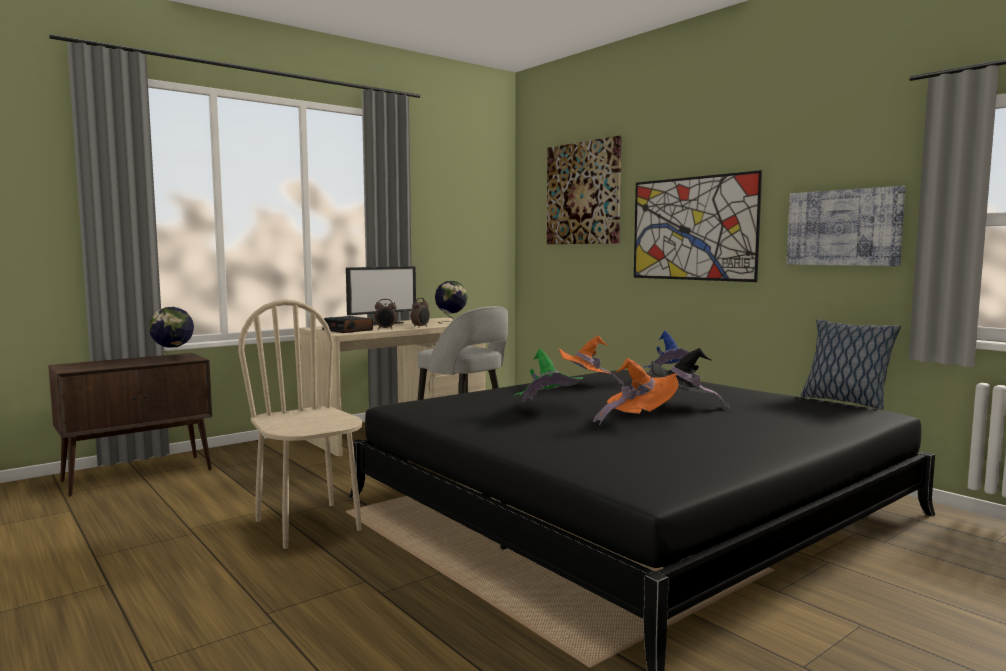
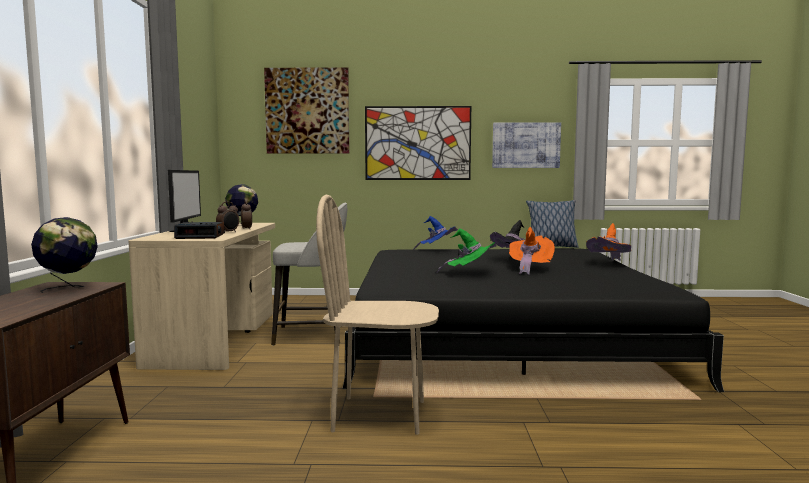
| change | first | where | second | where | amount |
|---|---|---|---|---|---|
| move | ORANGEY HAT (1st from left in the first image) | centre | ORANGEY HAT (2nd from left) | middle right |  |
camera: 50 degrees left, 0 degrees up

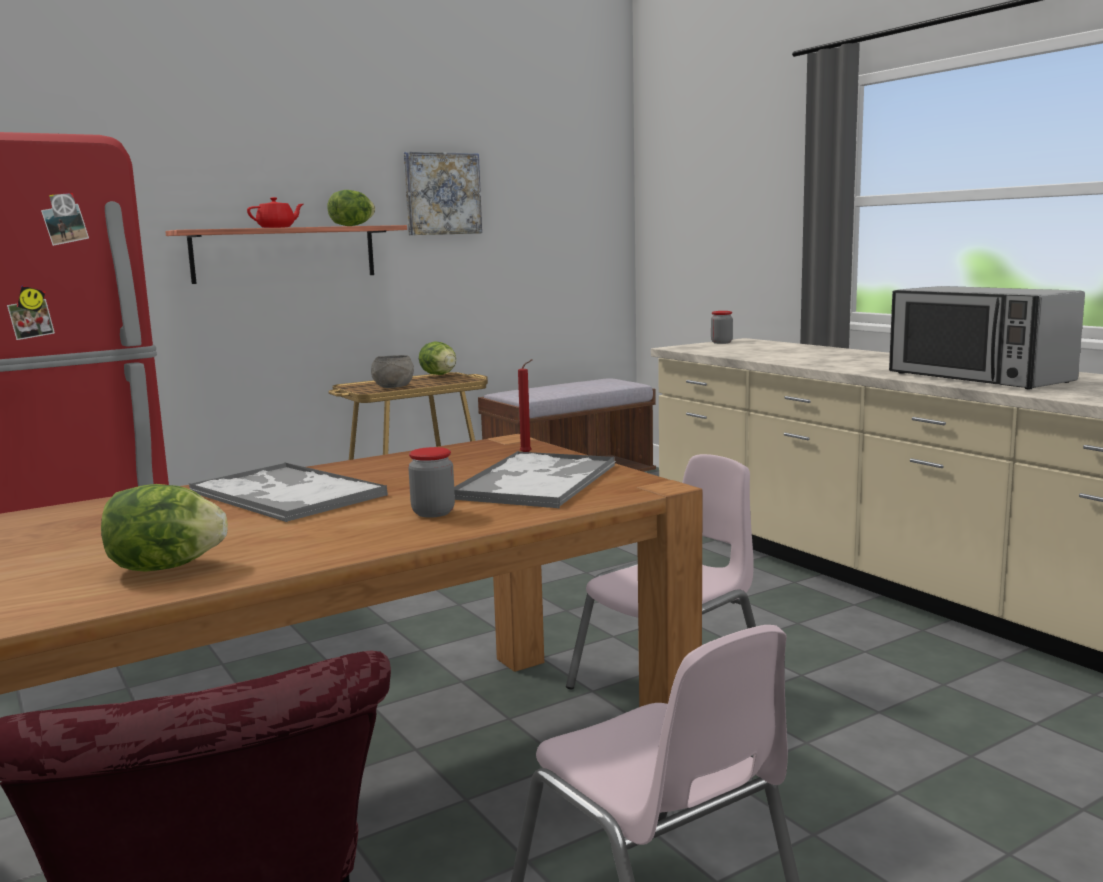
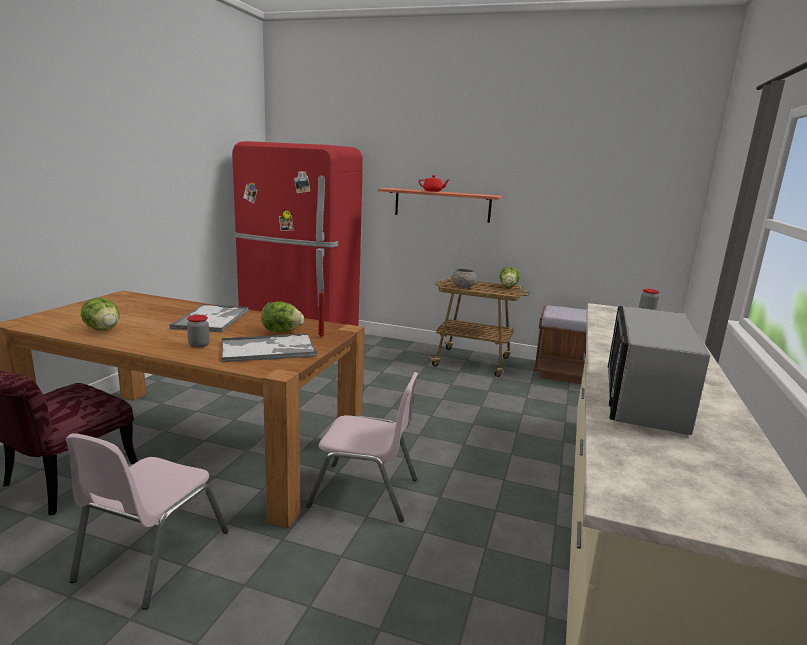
| change | first | where | second | where | amount |
|---|---|---|---|---|---|
| delete | WALL ART | top centre |  |  |  |
| move | LETTUCE (2nd from left) | top left |  | centre |  |
camera: 50 degrees right, 5 degrees up

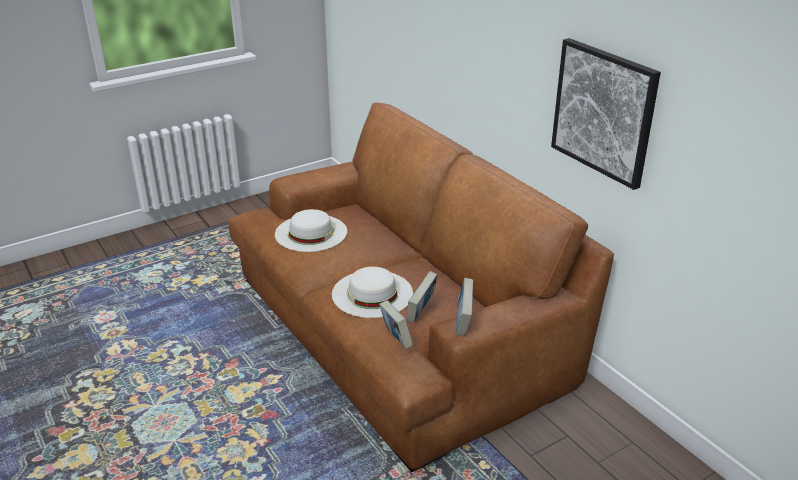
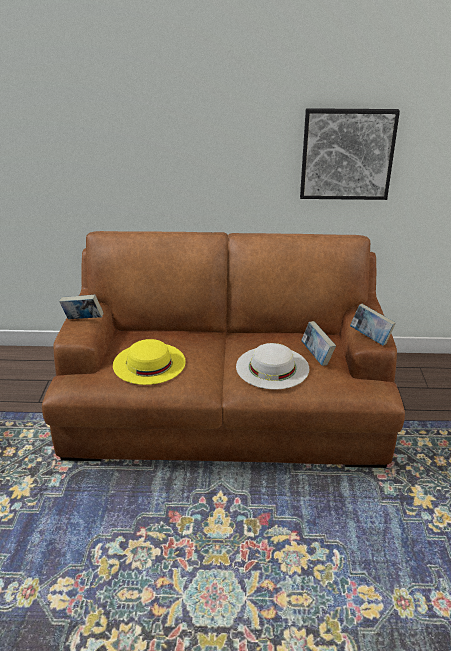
| change | first | where | second | where | amount |
|---|---|---|---|---|---|
| recolor | WHITISH HAT (1st from left) | centre | YELLOW-COLOURED HAT | middle left |  |
| move | BOUND BOOK (1st from left) | bottom centre |  | middle left |  |
camera: 55 degrees left, 0 degrees up

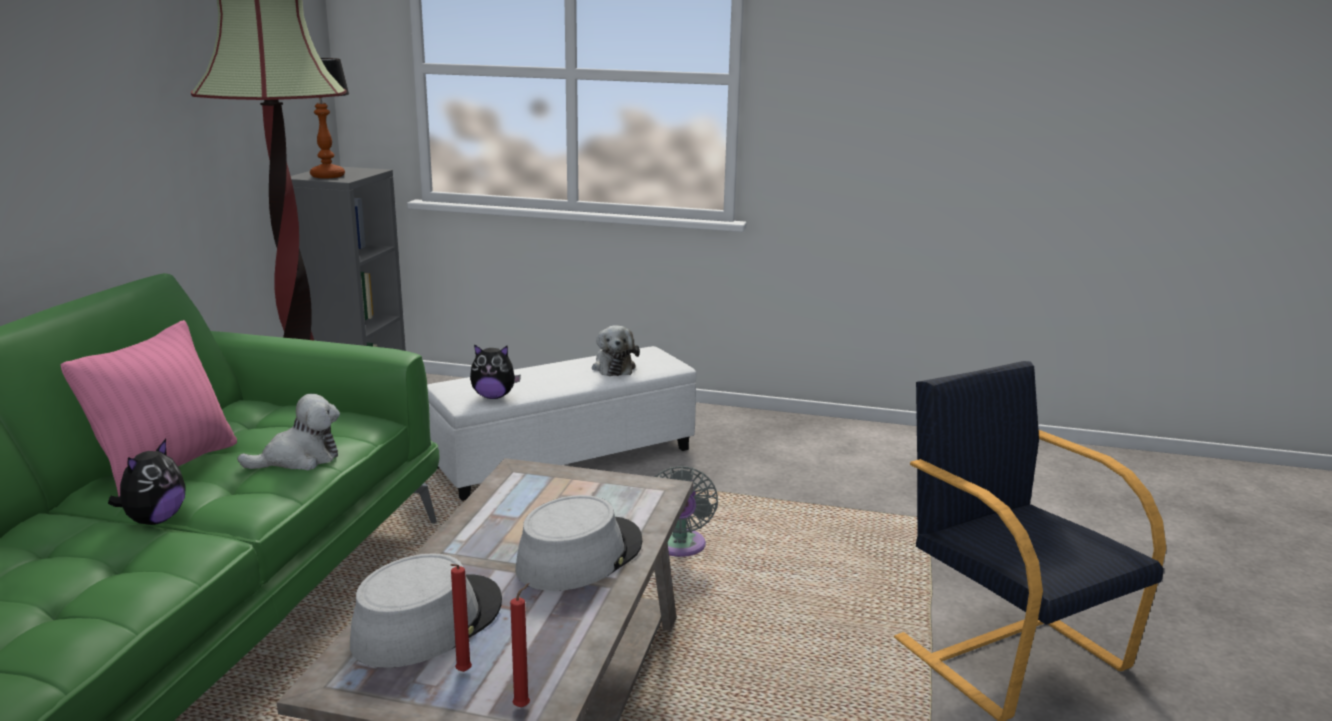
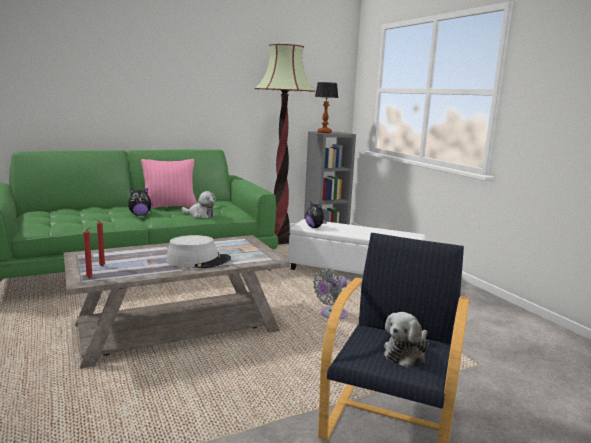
| change | first | where | second | where | amount |
|---|---|---|---|---|---|
| move | PLUSH TOY (4th from left) | centre |  | bottom right |  |
| delete | GREYISH HAT (1st from left) | bottom left |  |  |  |
camera: 50 degrees right, 5 degrees down

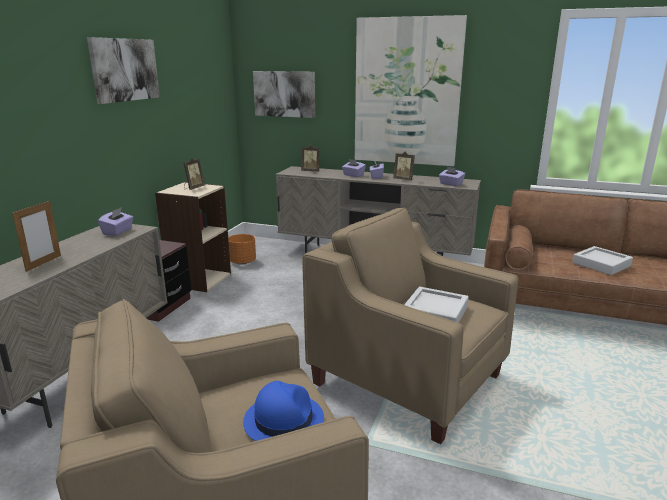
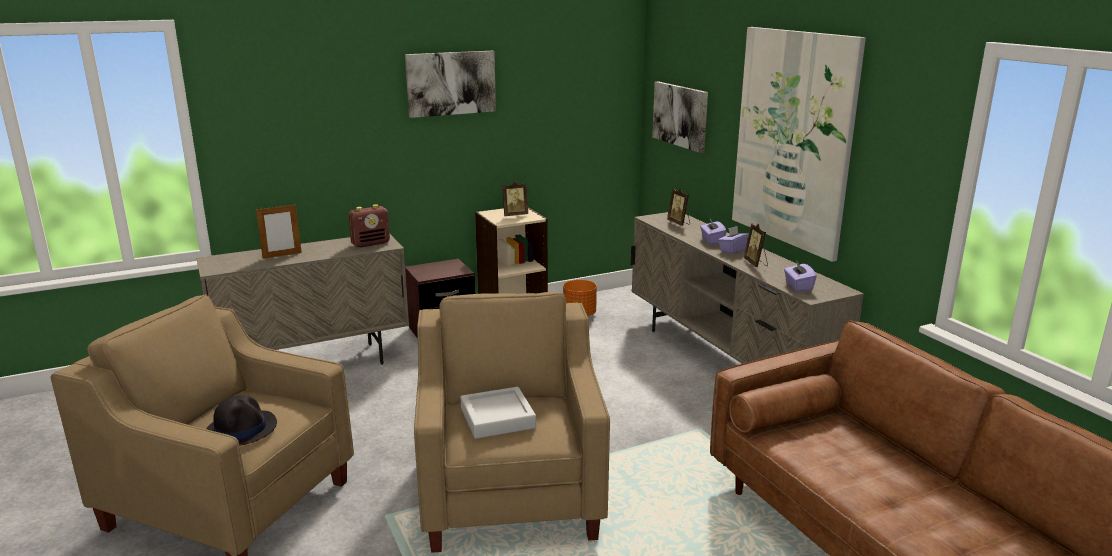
| change | first | where | second | where | amount |
|---|---|---|---|---|---|
| replace | PURPLISH TISSUE BOX (1st from left) | middle left | RADIO SET | middle left |  |
| delete | GREYISH TRAY (2nd from left) | middle right |  |  |  |
| recolor | BLUE HAT | bottom centre | BLACK-COLOURED HAT | bottom left |  |
camera: 45 degrees right, 0 degrees up

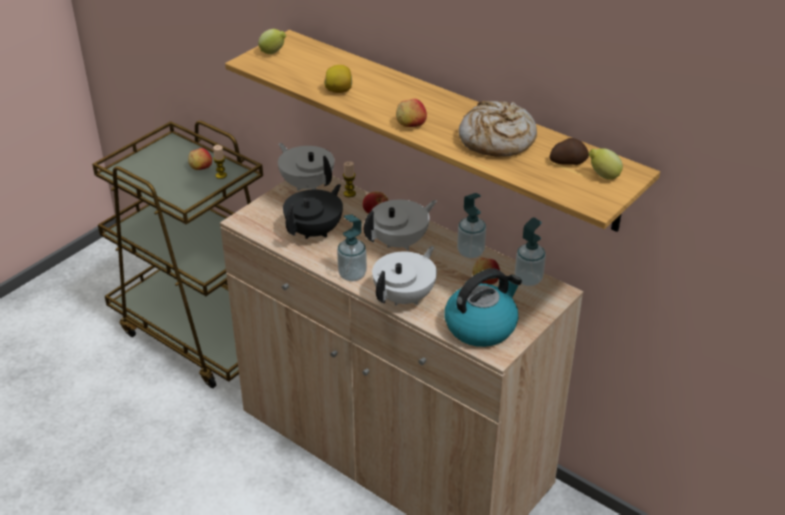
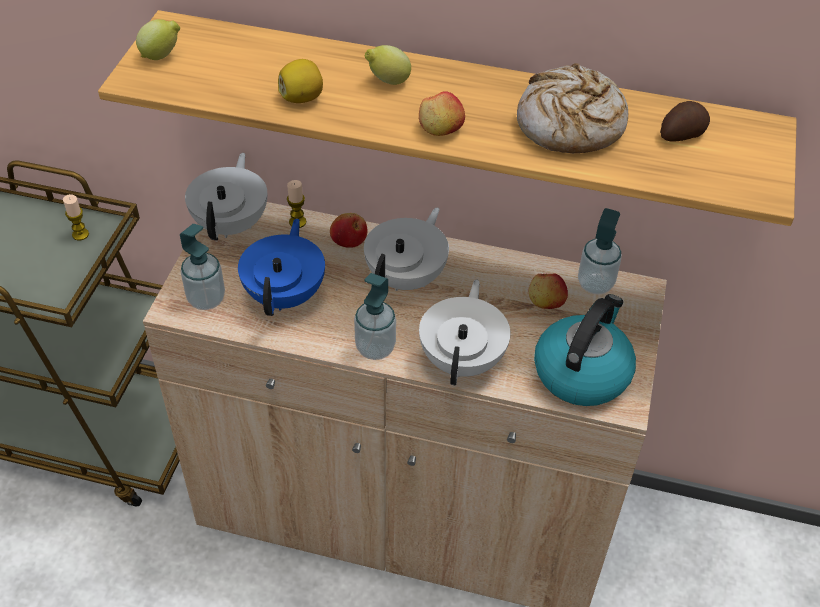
| change | first | where | second | where | amount |
|---|---|---|---|---|---|
| rotate | WHITISH POT FOR TEA (1st from left) | top centre |  | top left | 75 degrees clockwise |
| delete | APPLE FRUIT (1st from left) | top left |  |  |  |
| move | LEMON (3rd from left) | top right |  | top centre |  |
| recolor | BLACK-COLOURED POT FOR TEA | centre | BLUE POT FOR TEA | centre |  |
| move | SOAP BOTTLE (2nd from left in the first image) | centre | SOAP BOTTLE (1st from left) | middle left |  |
camera: 25 degrees left, 10 degrees up

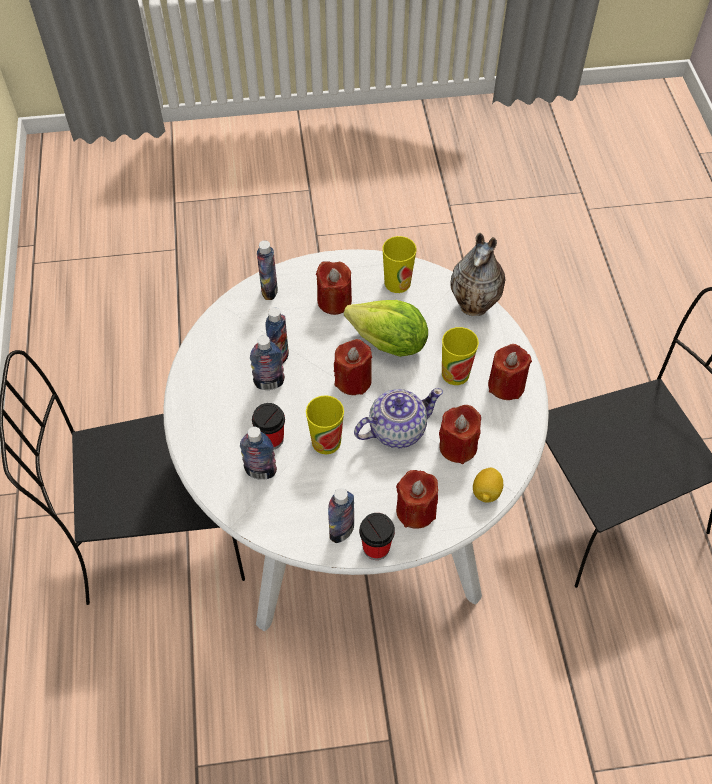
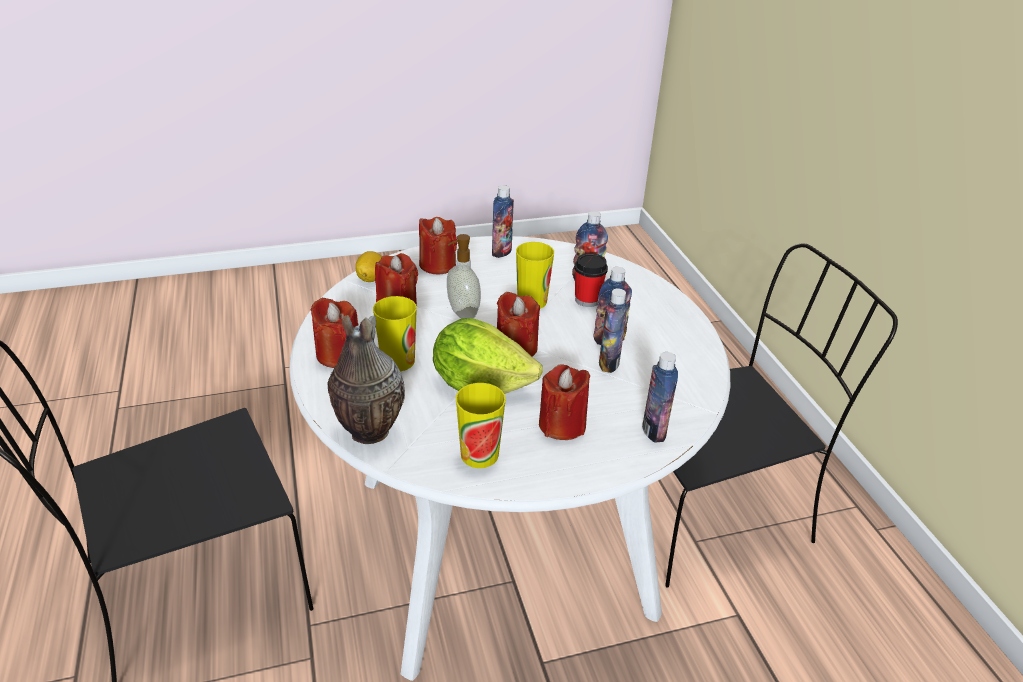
| change | first | where | second | where | amount |
|---|---|---|---|---|---|
| replace | POT FOR TEA | centre | SOAP BOTTLE | centre |  |
| delete | DRINKING CUP (3rd from left) | bottom centre |  |  |  |
camera: 170 degrees right, 20 degrees down

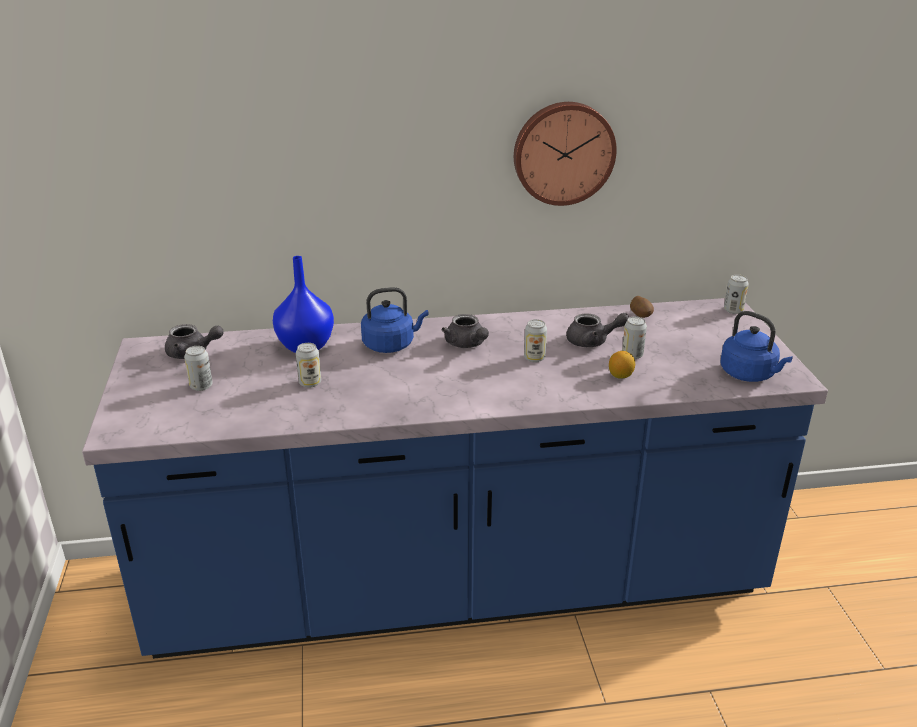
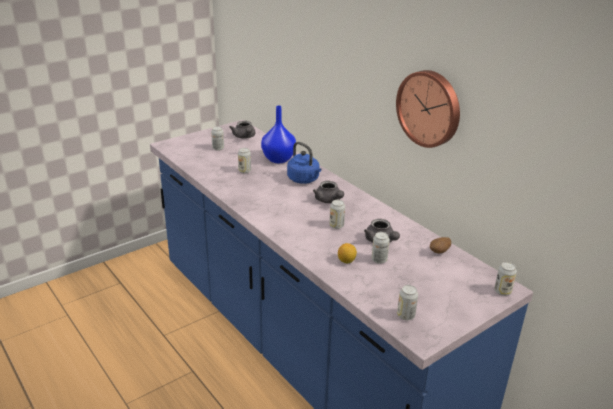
| change | first | where | second | where | amount |
|---|---|---|---|---|---|
| replace | BLUE WATER KETTLE (2nd from left) | middle right | SEALED CAN (5th from left) | bottom centre |  |
| rotate | GREYISH POT FOR TEA (2nd from left) | centre |  | centre | 60 degrees counterclockwise |
camera: 60 degrees right, 0 degrees up

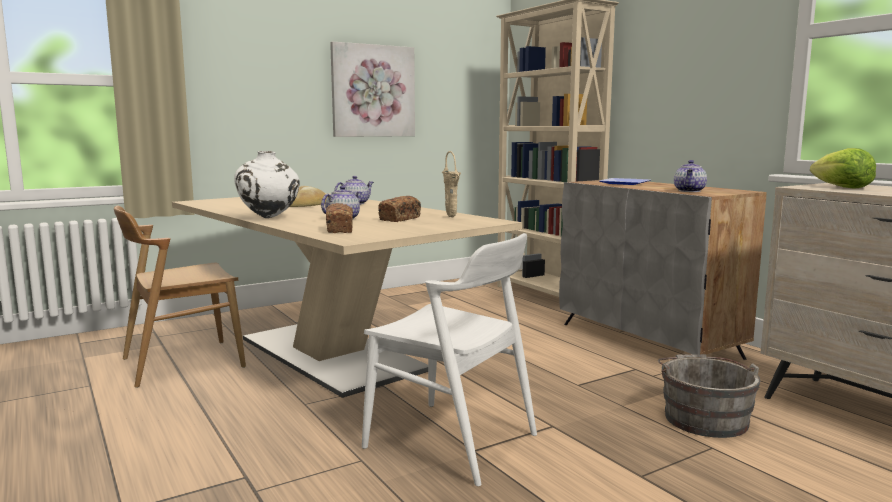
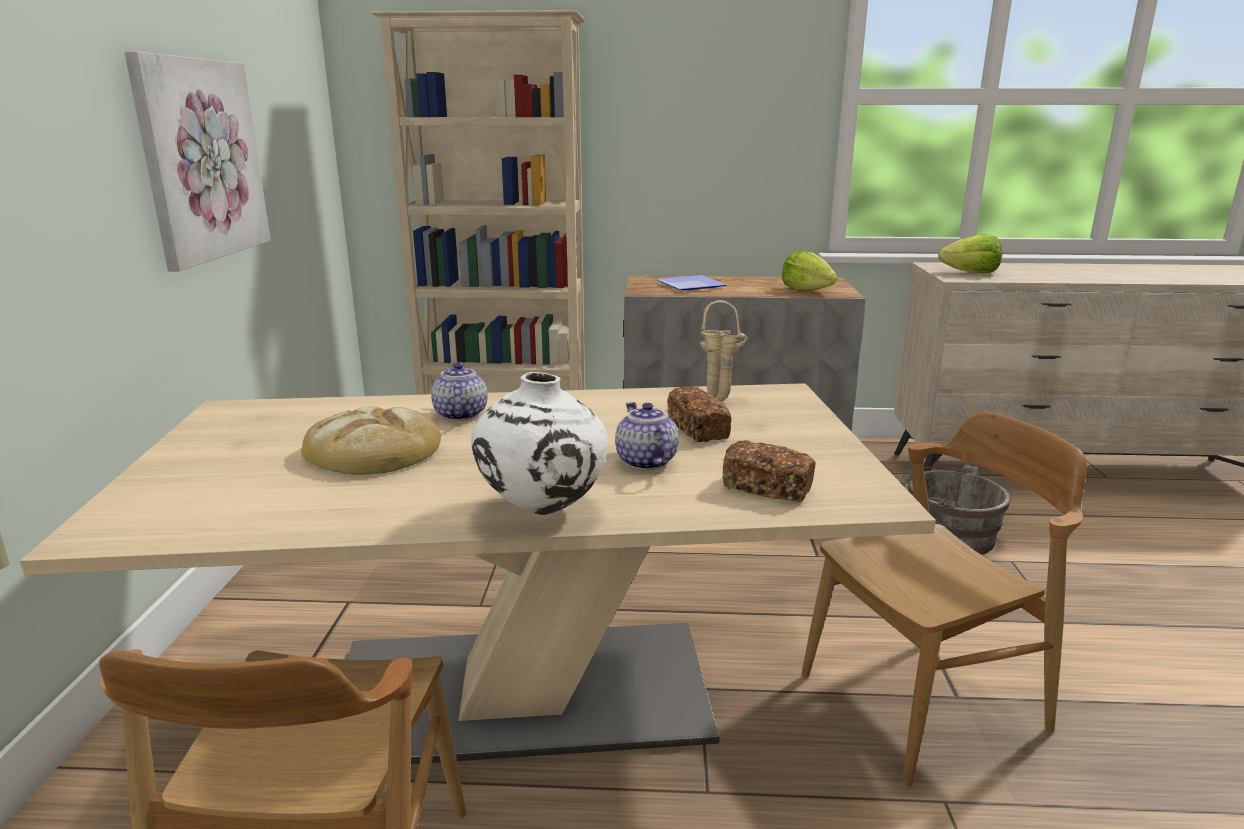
| change | first | where | second | where | amount |
|---|---|---|---|---|---|
| replace | POT FOR TEA (3rd from left) | middle right | LETTUCE (1st from left) | top centre |  |
| recolor | WHITISH UPRIGHT CHAIR | bottom centre | BROWN UPRIGHT CHAIR (2nd from left) | bottom right |  |
camera: 55 degrees left, 10 degrees up

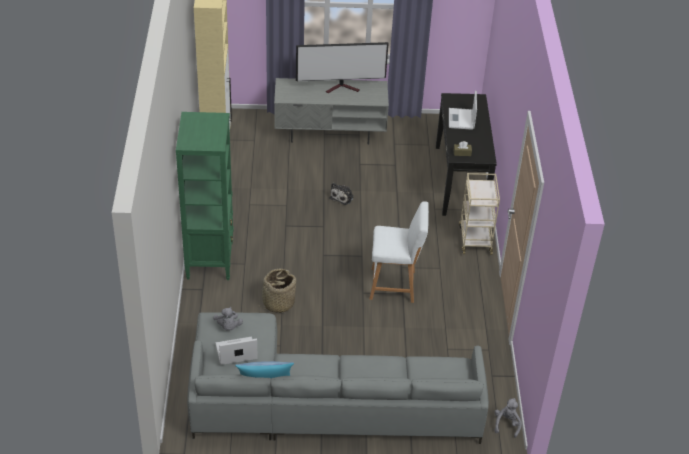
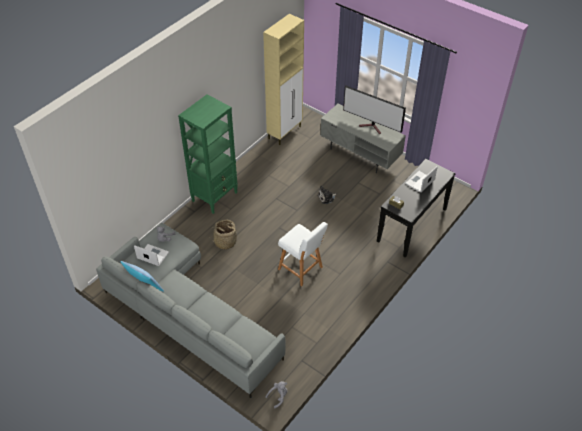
| change | first | where | second | where | amount |
|---|---|---|---|---|---|
| delete | BEIGE TROLLEY | middle right |  |  |  |
camera: 40 degrees right, 5 degrees up

